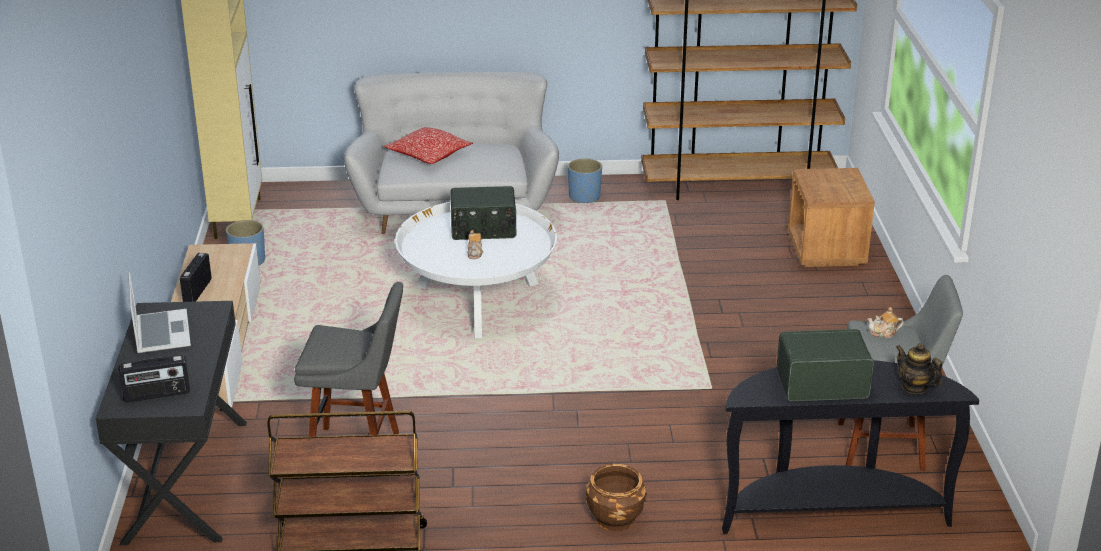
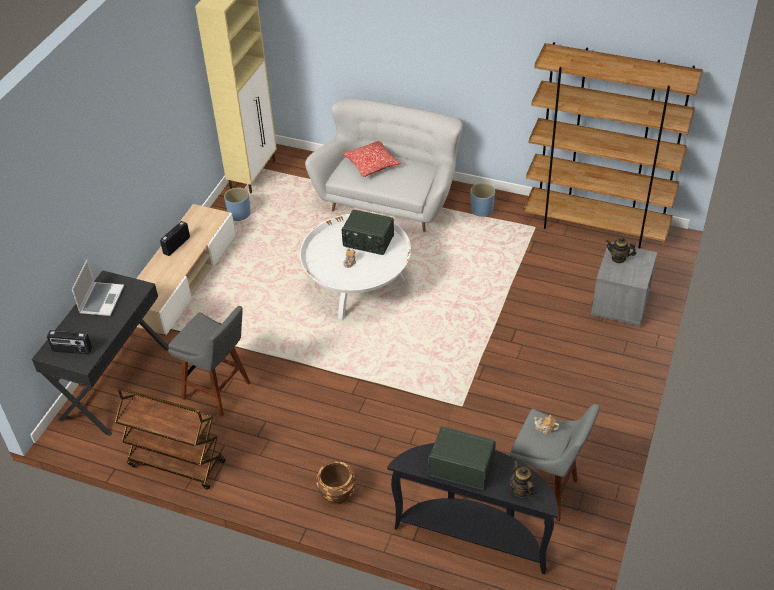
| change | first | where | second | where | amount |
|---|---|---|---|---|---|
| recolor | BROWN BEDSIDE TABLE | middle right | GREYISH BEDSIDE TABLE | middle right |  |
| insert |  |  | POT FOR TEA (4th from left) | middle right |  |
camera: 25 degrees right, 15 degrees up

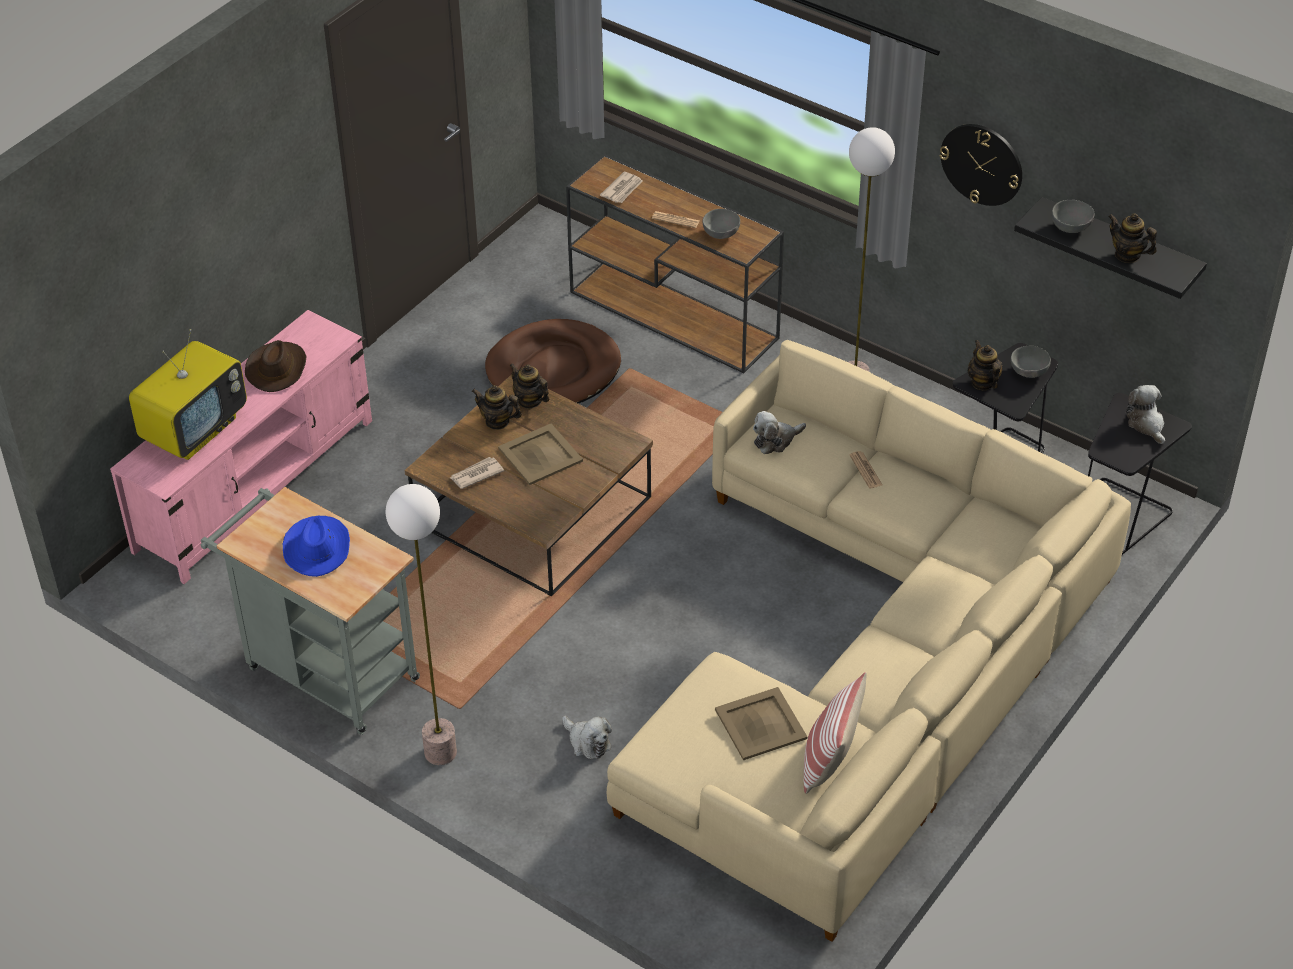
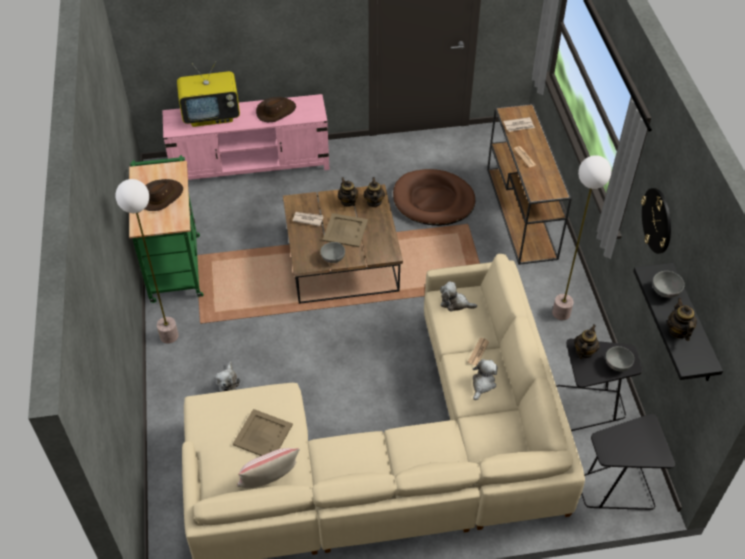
| change | first | where | second | where | amount |
|---|---|---|---|---|---|
| move | GREYISH SERVING BOWL (1st from left) | top centre |  | centre |  |
| move | PLUSH TOY (3rd from left) | middle right |  | bottom centre |  |
| recolor | GREYISH TROLLEY | middle left | GREENISH TROLLEY | middle left |  |
| recolor | BLUE HAT | middle left | BROWN HAT (1st from left) | middle left |  |
camera: 45 degrees right, 5 degrees up

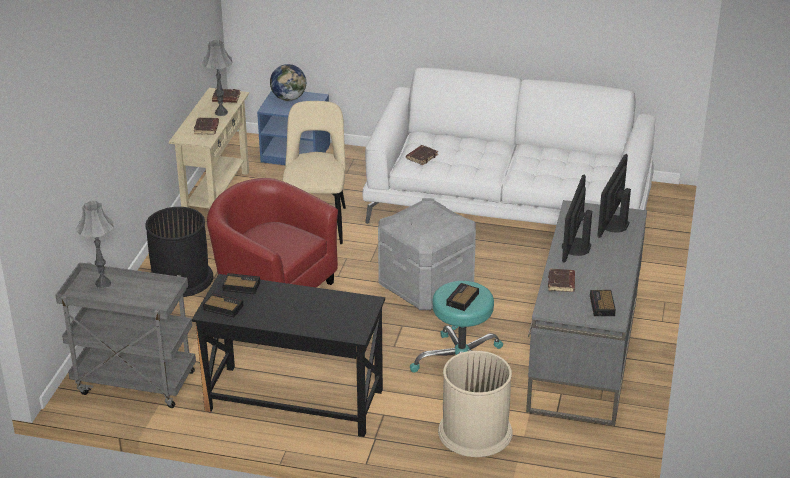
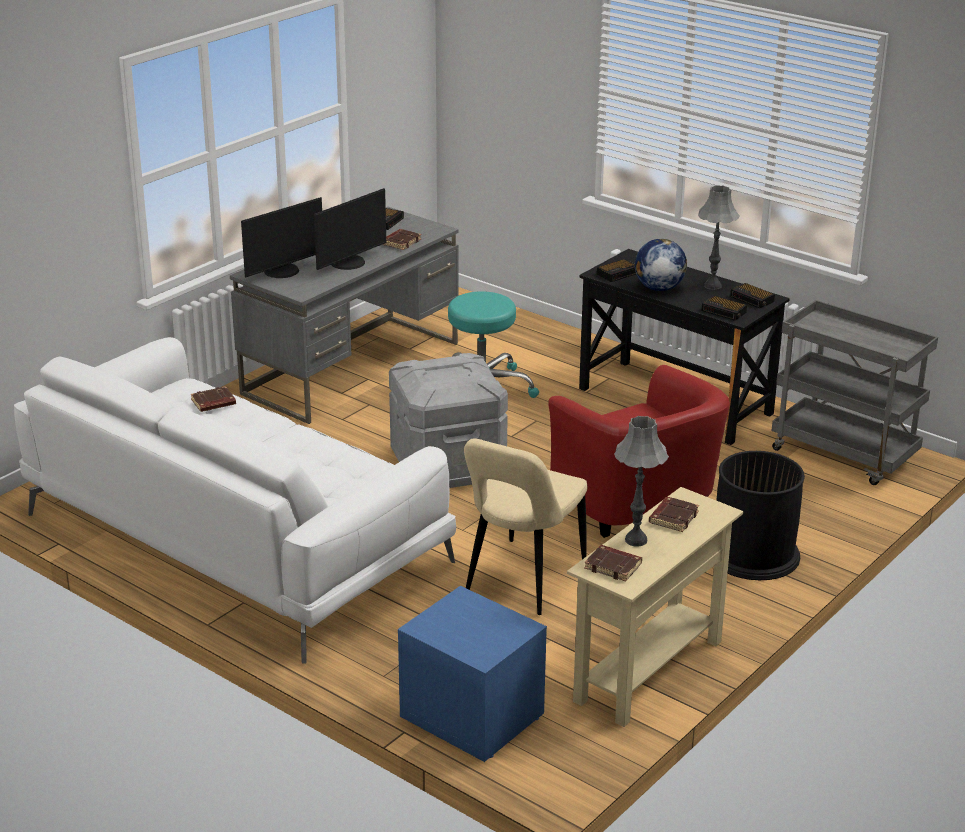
| change | first | where | second | where | amount |
|---|---|---|---|---|---|
| move | DESK GLOBE | top centre |  | top right |  |
| move | BROWN BOUND BOOK (3rd from left in the first image) | top centre | BROWN BOUND BOOK (1st from left) | middle left |  |
| move | GREYISH TABLE LAMP (1st from left in the first image) | middle left | GREYISH TABLE LAMP (2nd from left) | top right |  |
| move | BEDSIDE CLOCK (3rd from left in the first image) | centre | BEDSIDE CLOCK (2nd from left) | top centre |  |
| delete | BEIGE WASTE BIN | bottom centre |  |  |  |
camera: 155 degrees left, 5 degrees down

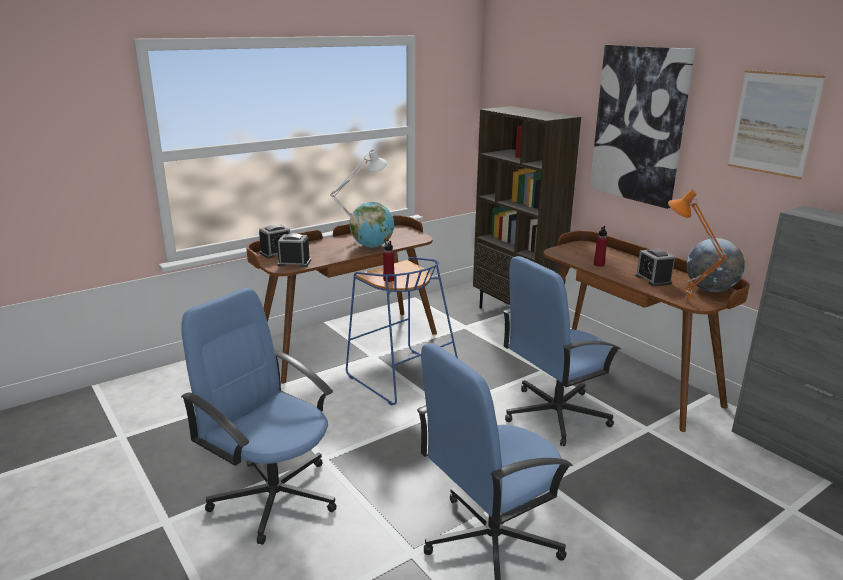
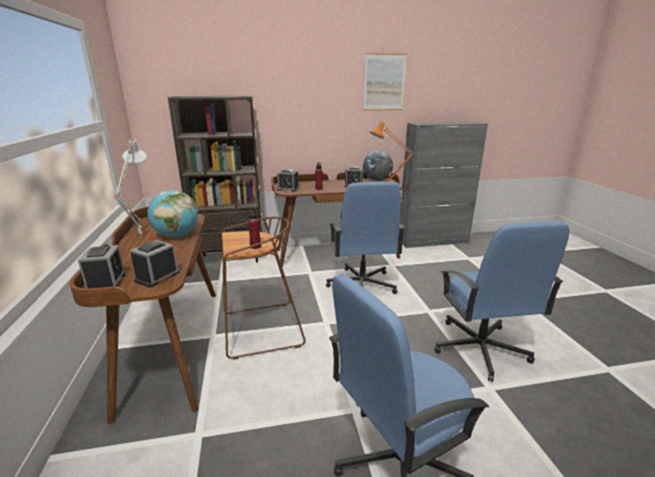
| change | first | where | second | where | amount |
|---|---|---|---|---|---|
| delete | WALL ART (1st from left) | top right |  |  |  |
| recolor | BLUE STOOL | centre | BROWN STOOL | centre |  |
| insert |  |  | BEDSIDE CLOCK (3rd from left) | centre |  |
camera: 65 degrees left, 0 degrees up

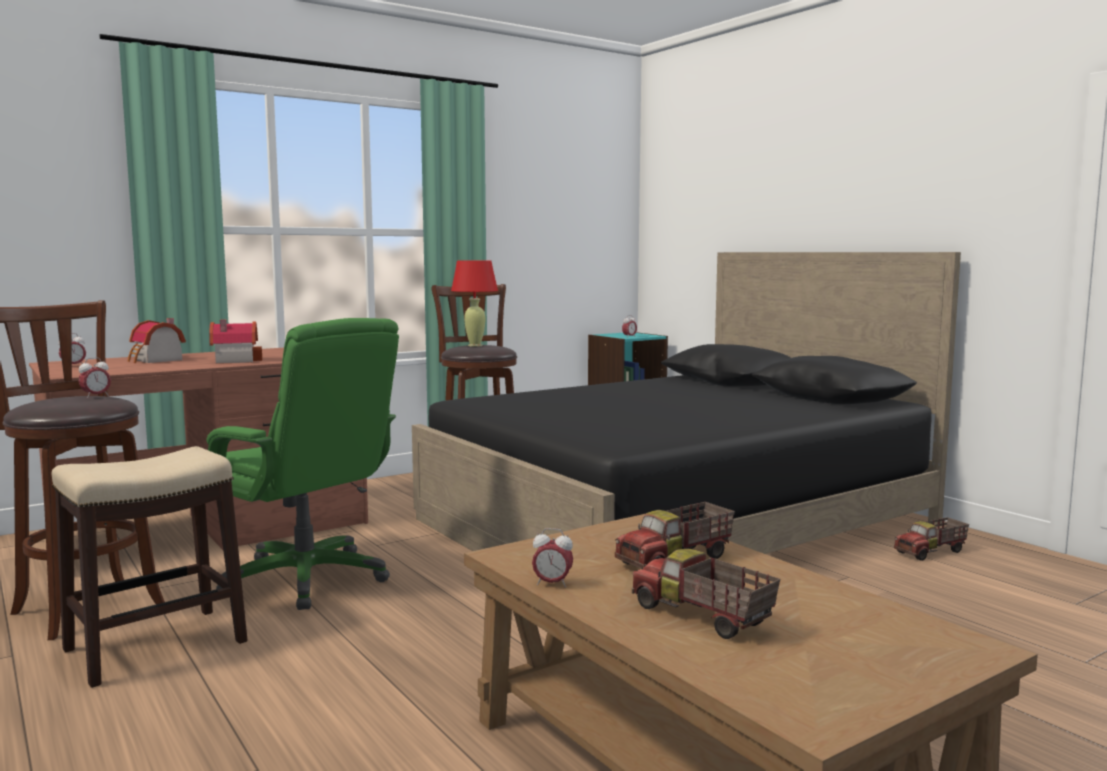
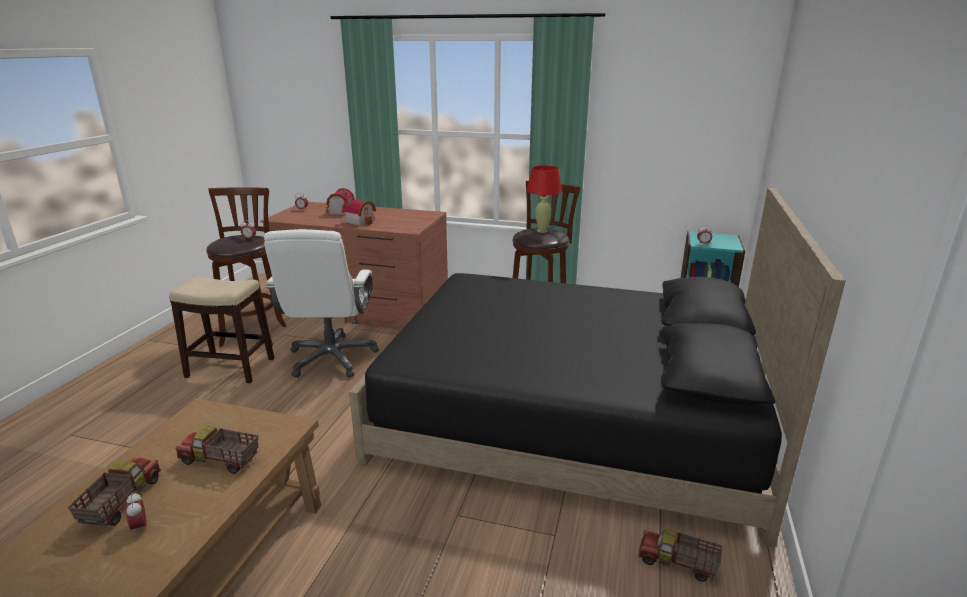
| change | first | where | second | where | amount |
|---|---|---|---|---|---|
| recolor | GREENISH OFFICE CHAIR | middle left | WHITISH OFFICE CHAIR | middle left |  |
| move | BEDSIDE CLOCK (3rd from left in the first image) | bottom centre | BEDSIDE CLOCK (1st from left) | bottom left |  |
camera: 50 degrees right, 15 degrees up

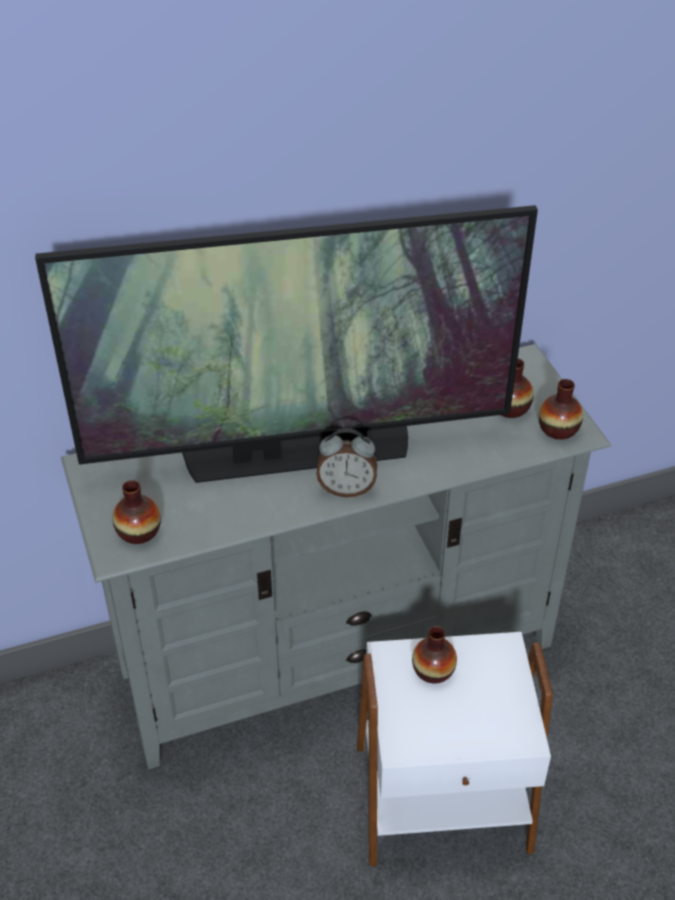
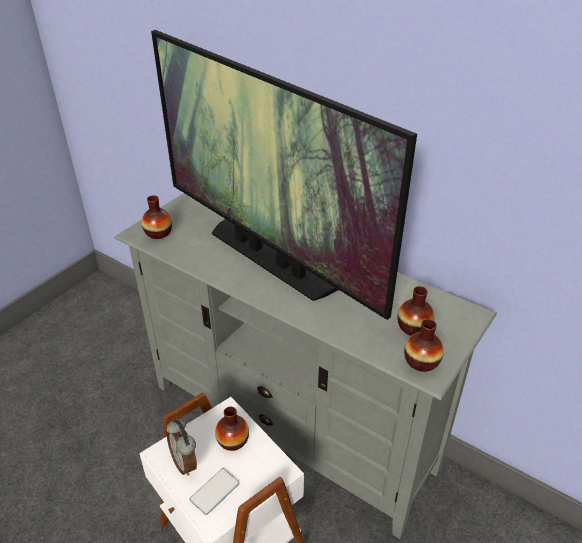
| change | first | where | second | where | amount |
|---|---|---|---|---|---|
| move | BEDSIDE CLOCK | centre |  | bottom left |  |
| insert |  |  | PHONE | bottom centre |  |
camera: 55 degrees right, 5 degrees down

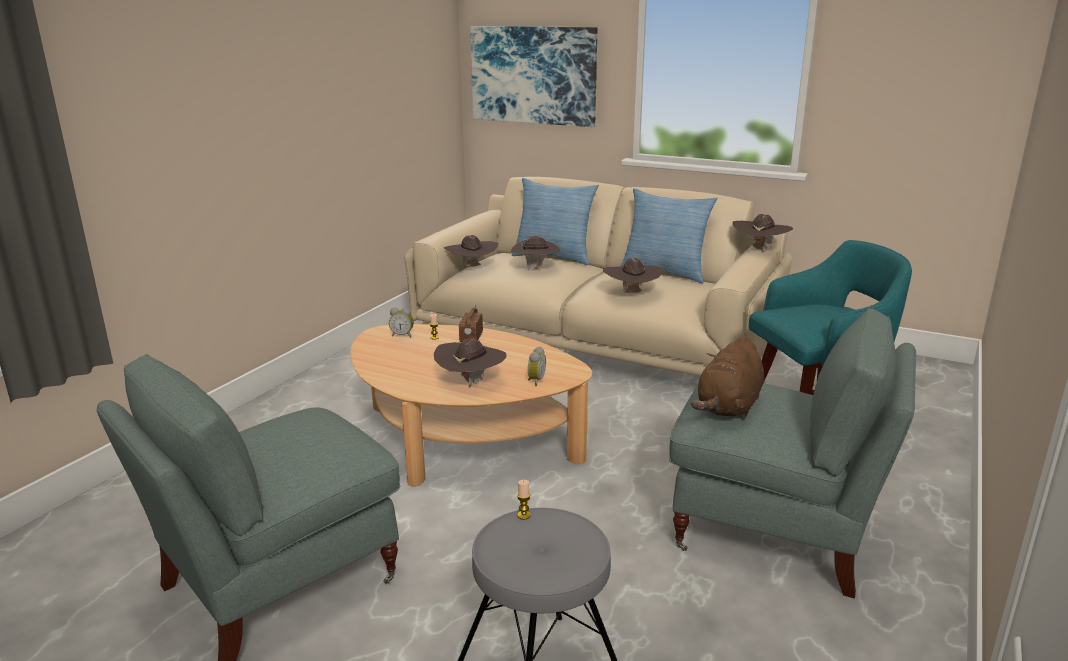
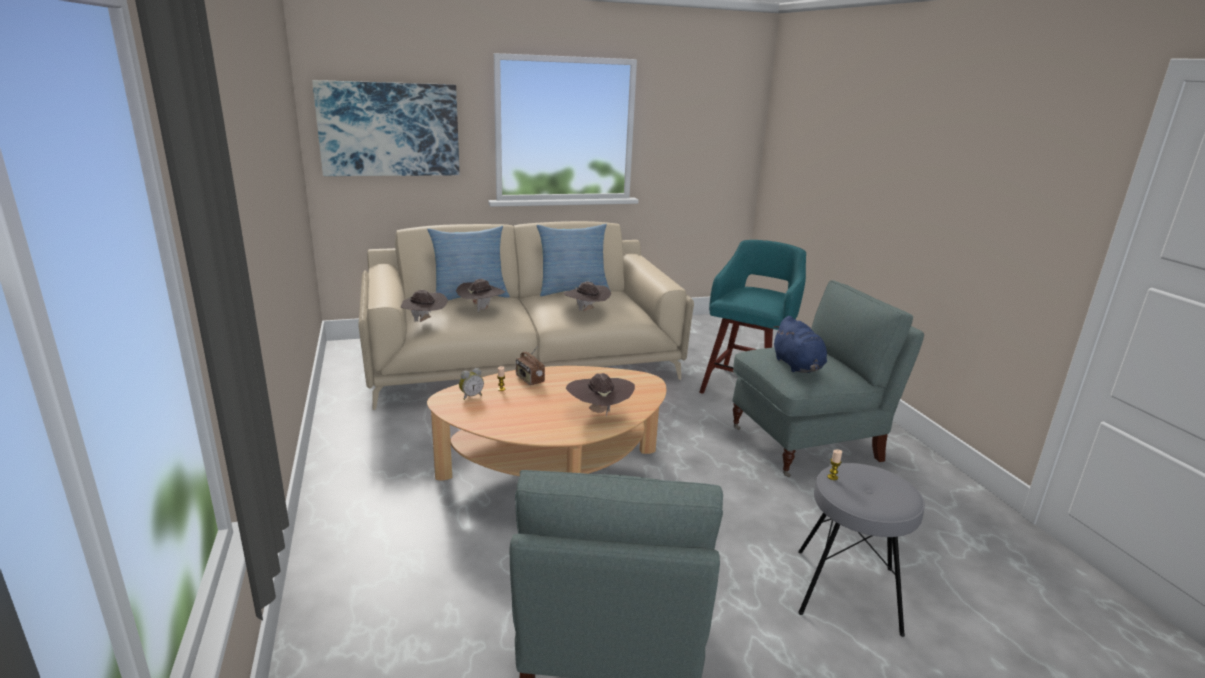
| change | first | where | second | where | amount |
|---|---|---|---|---|---|
| delete | BROWN HAT (5th from left) | middle right |  |  |  |
| recolor | BROWN PLUSH TOY | middle right | BLUE PLUSH TOY | centre |  |
| delete | BEDSIDE CLOCK (2nd from left) | centre |  |  |  |
camera: 45 degrees left, 0 degrees up

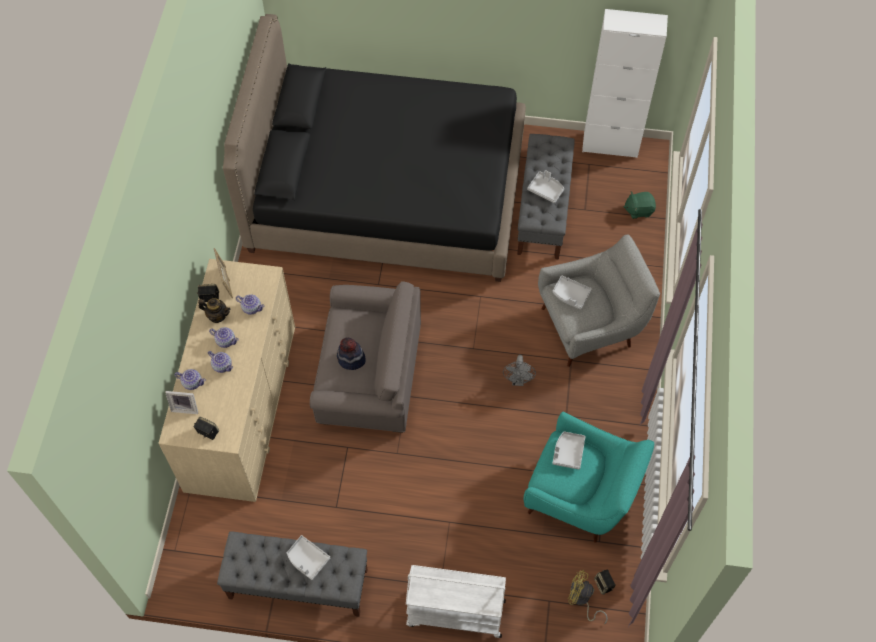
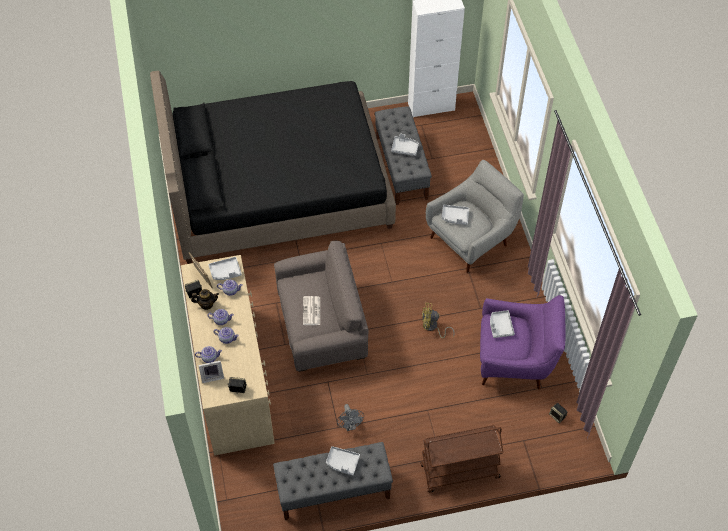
| change | first | where | second | where | amount |
|---|---|---|---|---|---|
| delete | GREENISH PLUSH TOY | top right |  |  |  |
| replace | HAT | centre | PRINTED PAPER | centre |  |
| move | GREYISH FAN | centre |  | bottom centre |  |
| recolor | TURQUOISE LOUNGE CHAIR | bottom right | PURPLISH LOUNGE CHAIR | middle right |  |
| recolor | WHITISH TROLLEY | bottom centre | BROWN TROLLEY | bottom centre |  |
| move | YELLOW-COLOURED FAN | bottom right |  | centre |  |
| insert |  |  | GREYISH TRAY (1st from left) | middle left |  |
camera: 20 degrees left, 5 degrees down

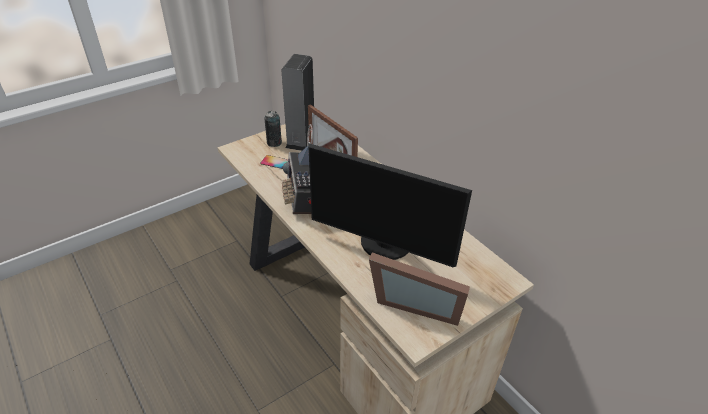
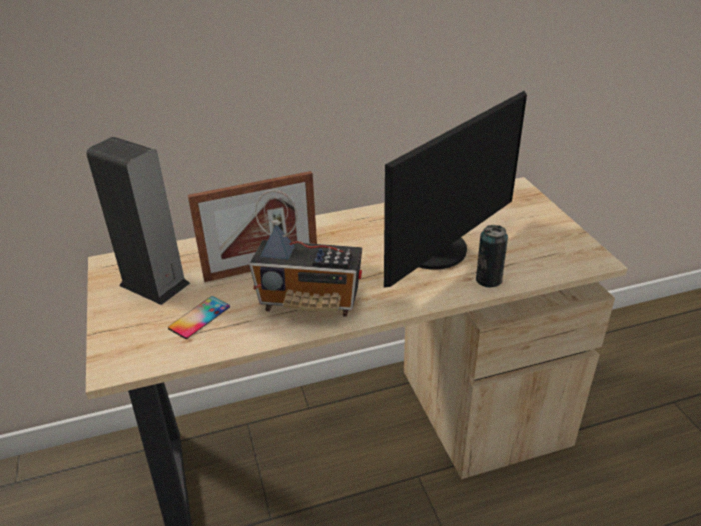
| change | first | where | second | where | amount |
|---|---|---|---|---|---|
| move | SEALED CAN | top centre |  | middle right |  |
| delete | PICTURE FRAME (2nd from left) | bottom centre |  |  |  |
camera: 70 degrees left, 5 degrees down

